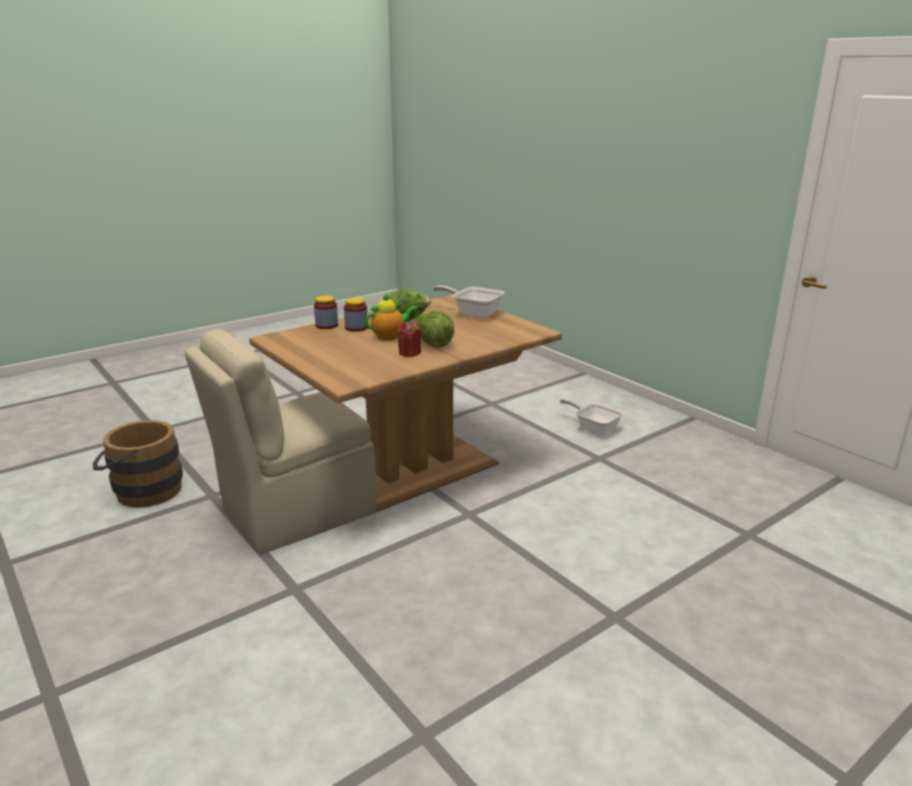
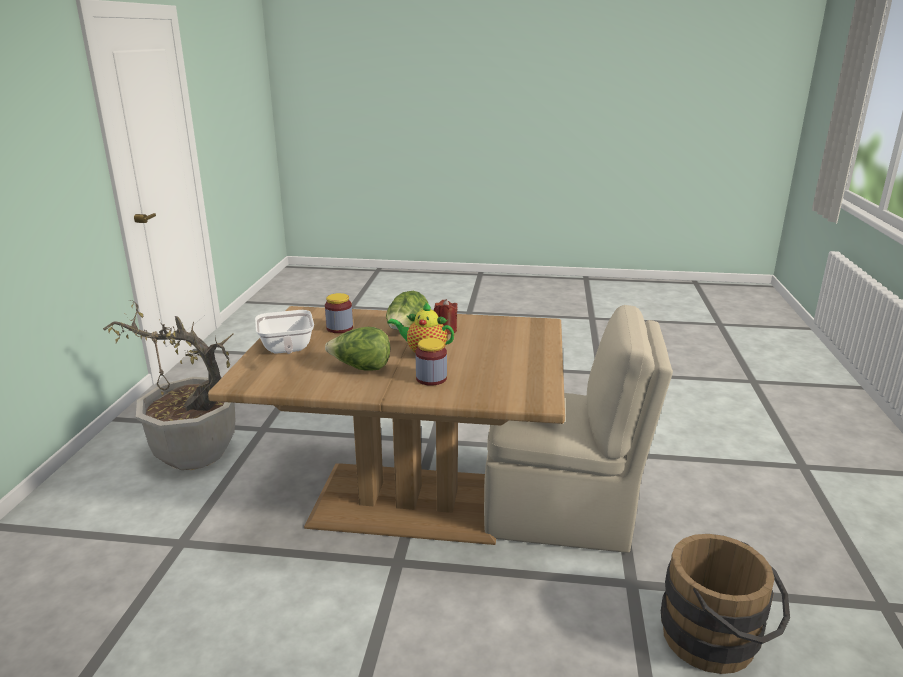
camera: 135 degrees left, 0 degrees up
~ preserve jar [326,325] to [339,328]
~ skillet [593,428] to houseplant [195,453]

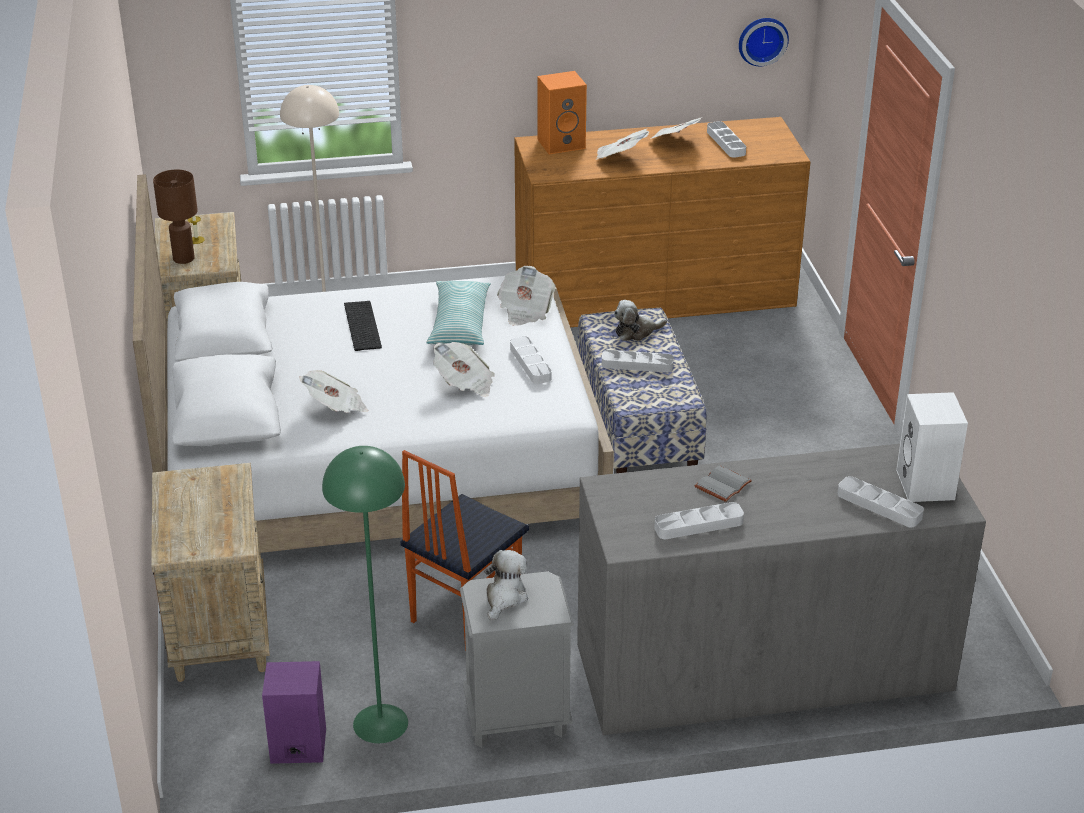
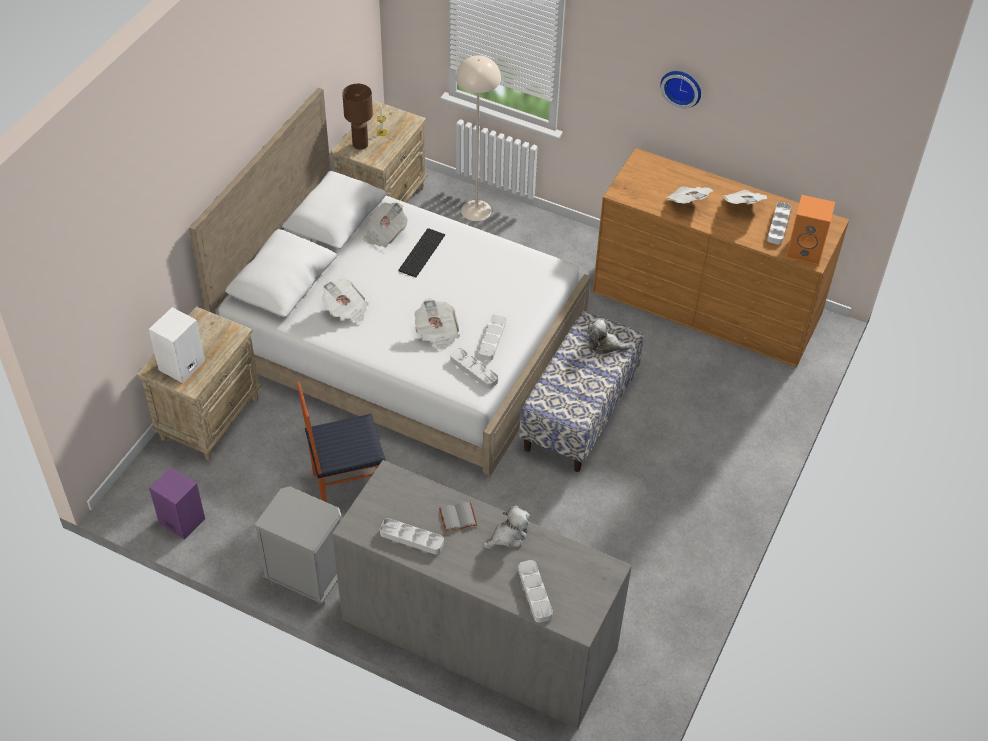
camera: 35 degrees right, 15 degrees up
- green-coloured standing lamp [381,723]
- pillow [459,324]
~ soft toy [505,597] to [508,536]
~ daily paper [525,310] to [384,233]
~ orange-coloured audio speaker [562,143] to [805,250]
~ grey serving tray [637,365] to [474,370]
~ hanging clock [762,40] to [682,87]
~ whitish audio speaker [927,486] to [181,366]

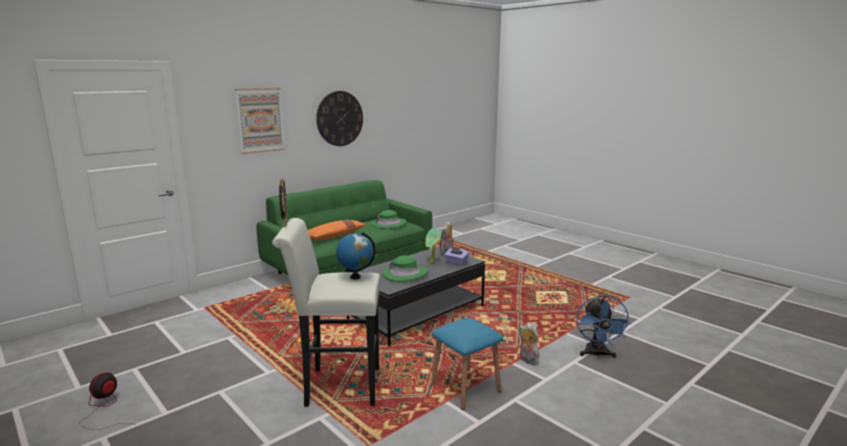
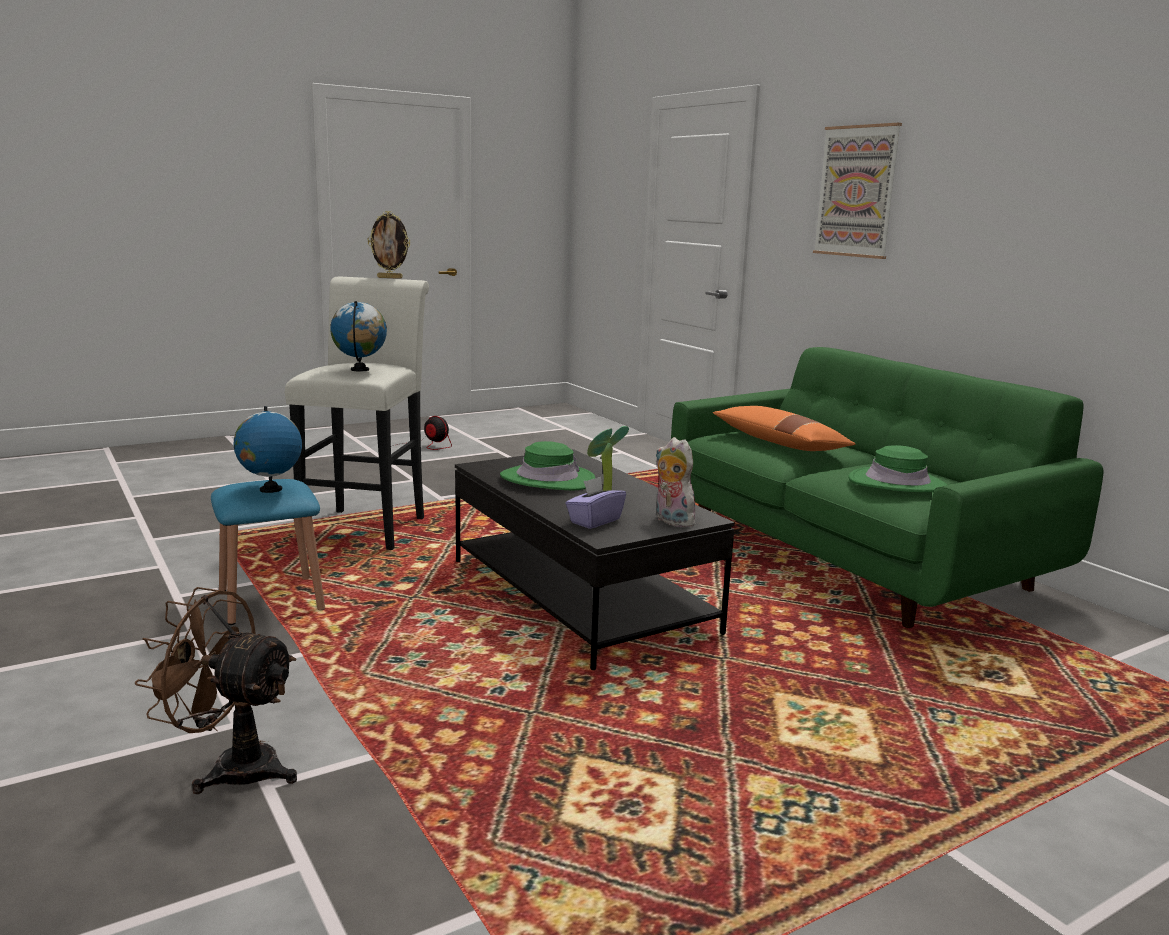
camera: 100 degrees right, 0 degrees up
- hanging clock [340,118]
- soft toy [527,360]
+ globe [270,490]
~ blue electric fan [597,354] to brownish electric fan [232,767]

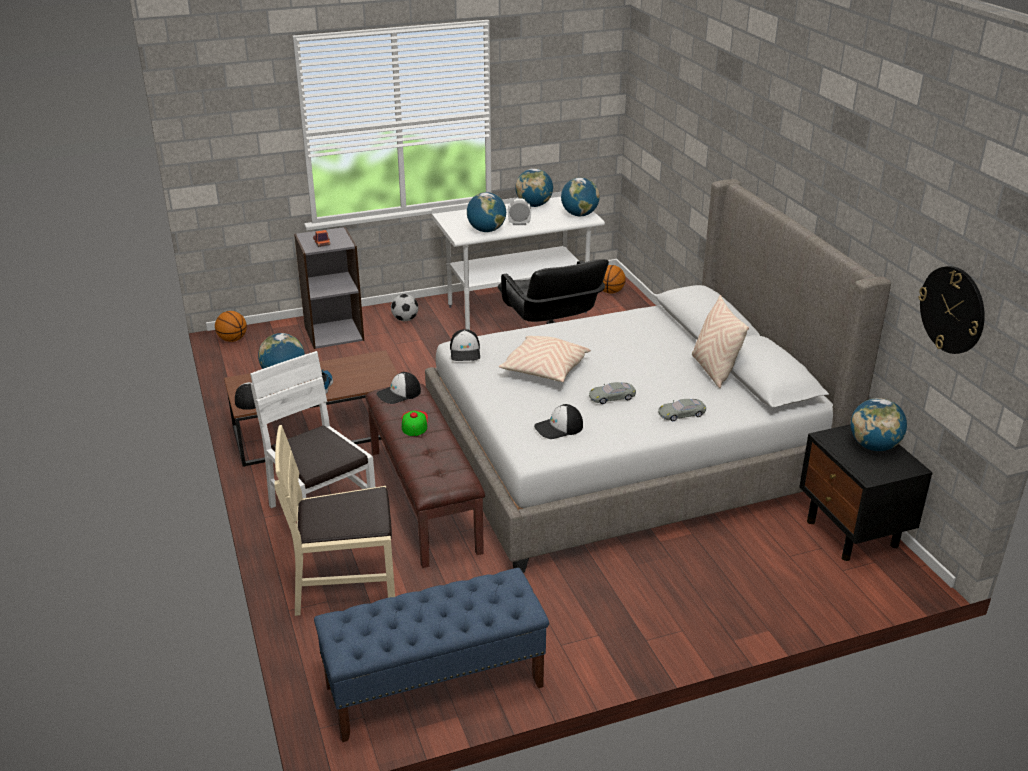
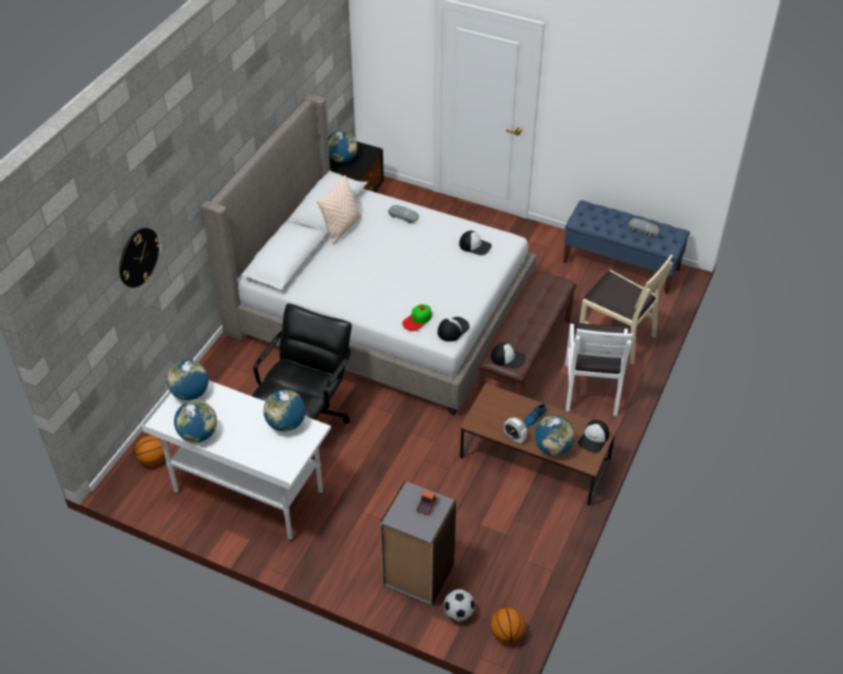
camera: 135 degrees left, 15 degrees up
- sand-coloured pillow [544,370]
~ football [405,319] to [458,613]
~ peaked cap [414,423] to [417,320]
~ bedside clock [519,223] to [514,438]
~ grey toy car [612,397] to [643,229]
~ hanging clock [952,309] to [138,257]

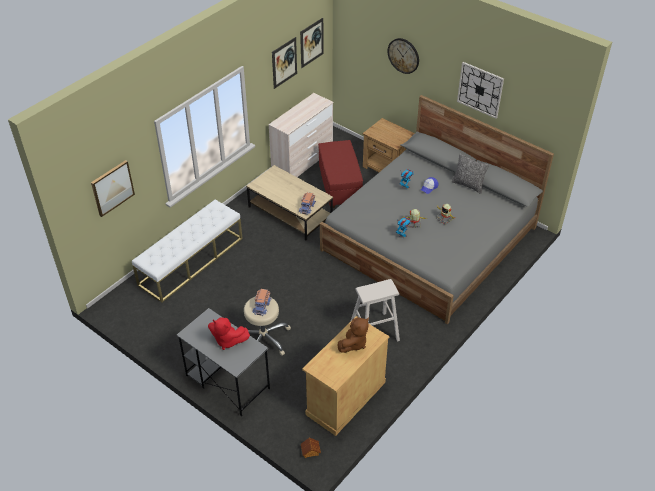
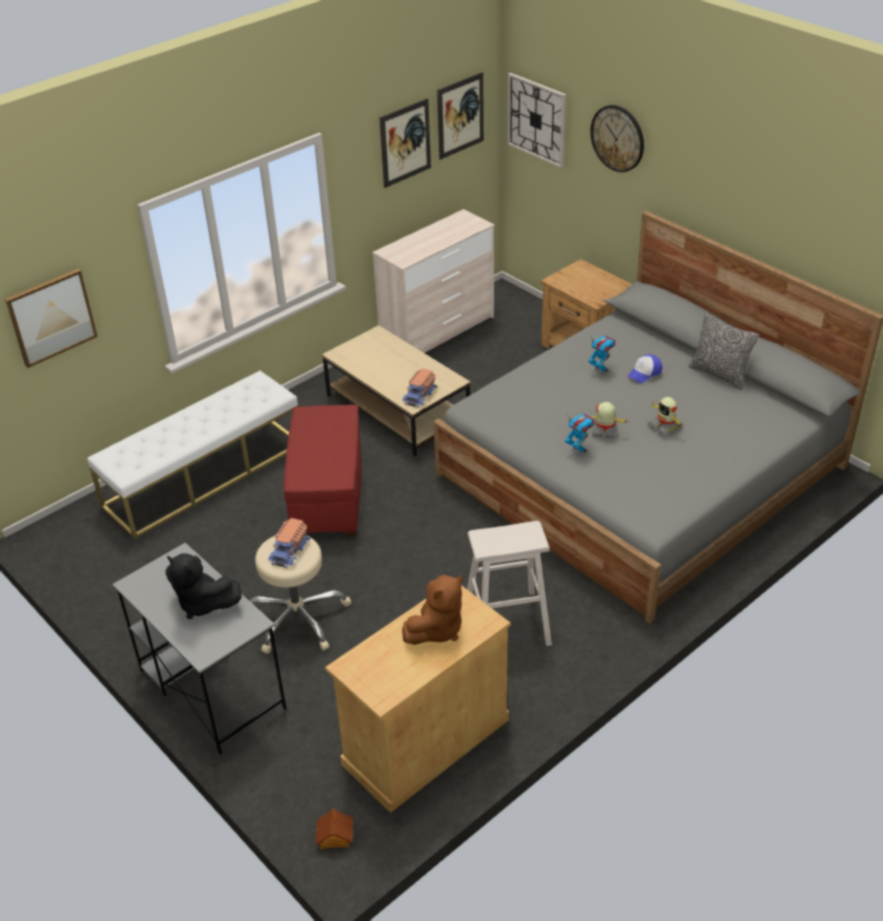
camera: 10 degrees right, 5 degrees down
~ red footrest [339,185] to [327,494]
~ hanging clock [480,89] to [536,119]
~ red soft toy [227,340] to black soft toy [202,603]

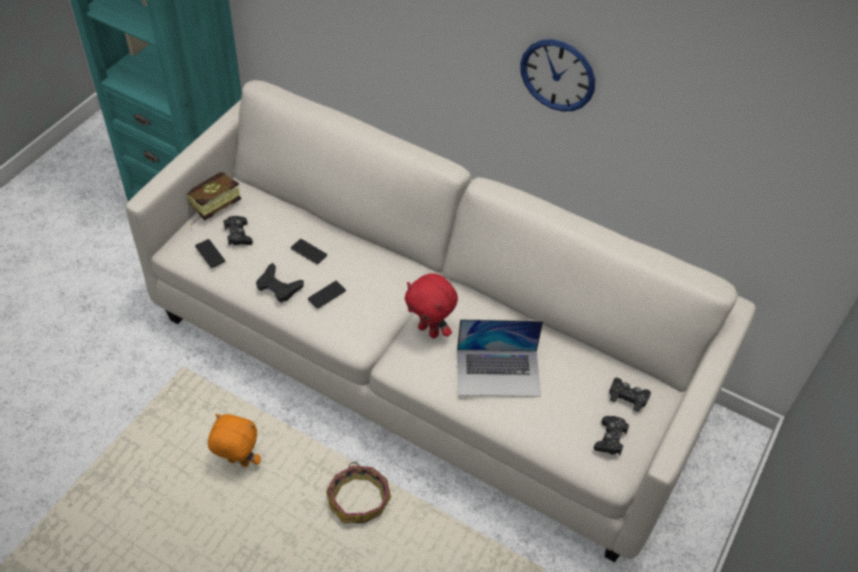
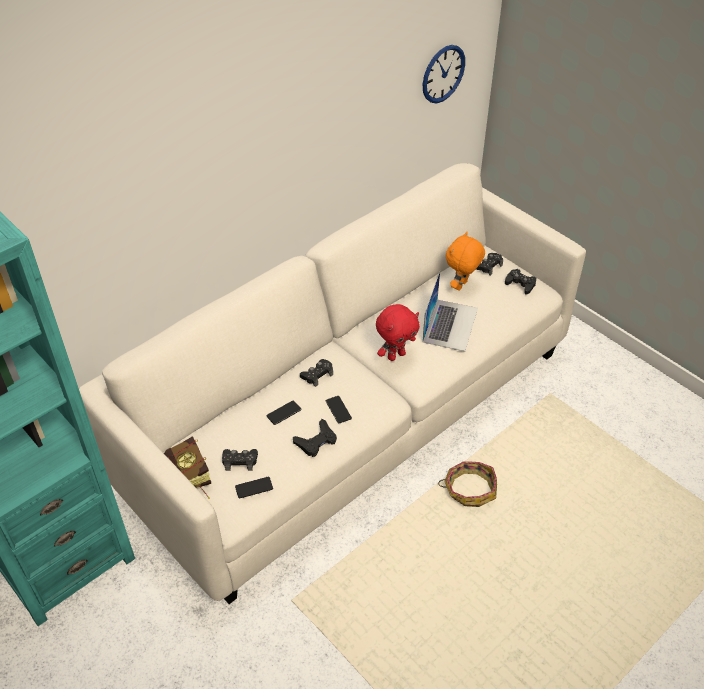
camera: 70 degrees left, 5 degrees down
+ black gamepad [317,375]
~ orange-coloured soft toy [238,463] to [461,286]
~ hanging clock [557,75] to [443,74]

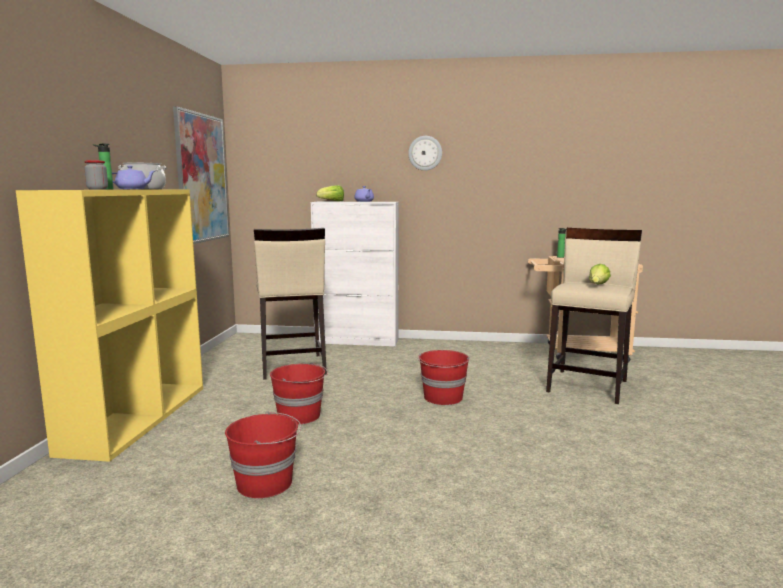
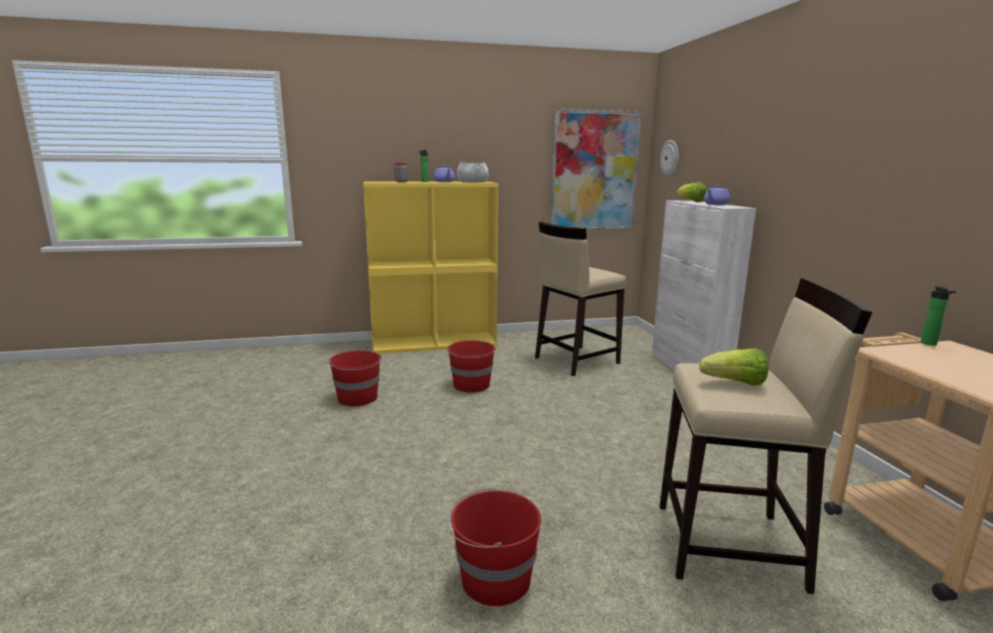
camera: 70 degrees right, 5 degrees up
~ hanging clock [425,153] to [670,158]
~ red water bucket [443,398] to [493,580]

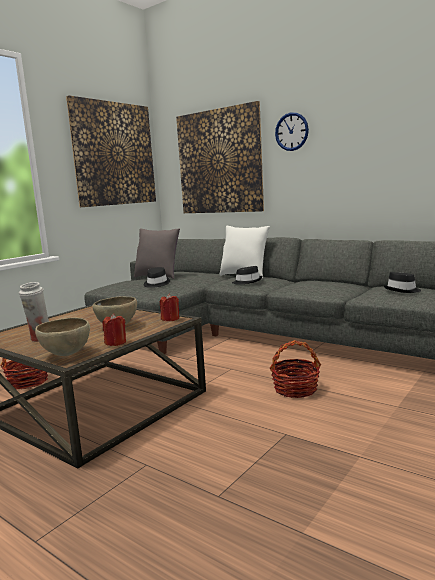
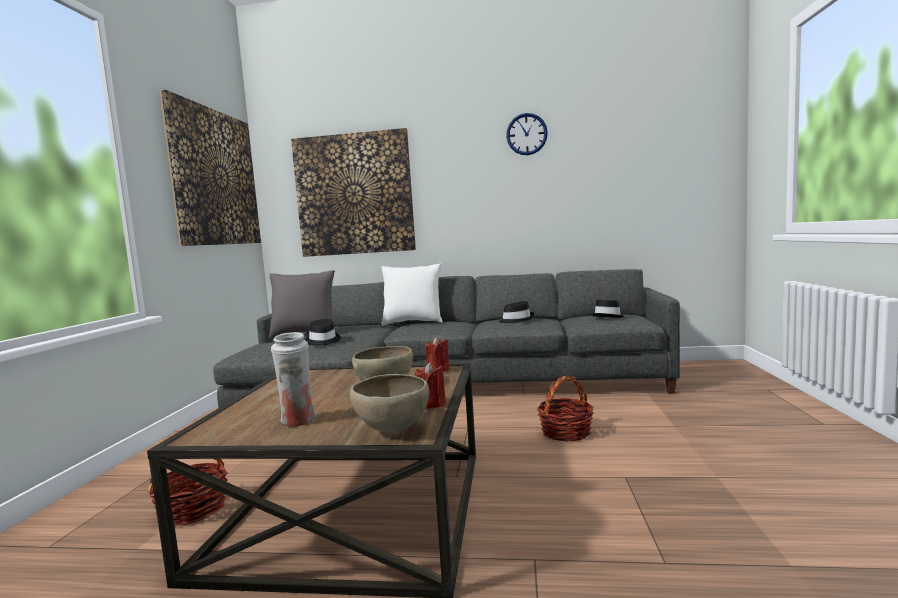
camera: 30 degrees left, 5 degrees down
~ black clothing hat [247,282] to [516,320]
~ hanging clock [291,131] to [526,134]

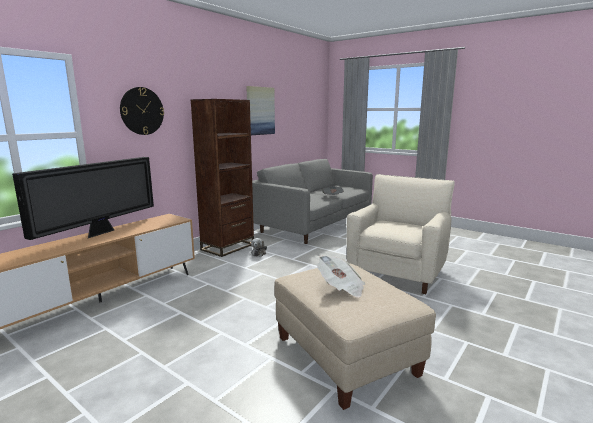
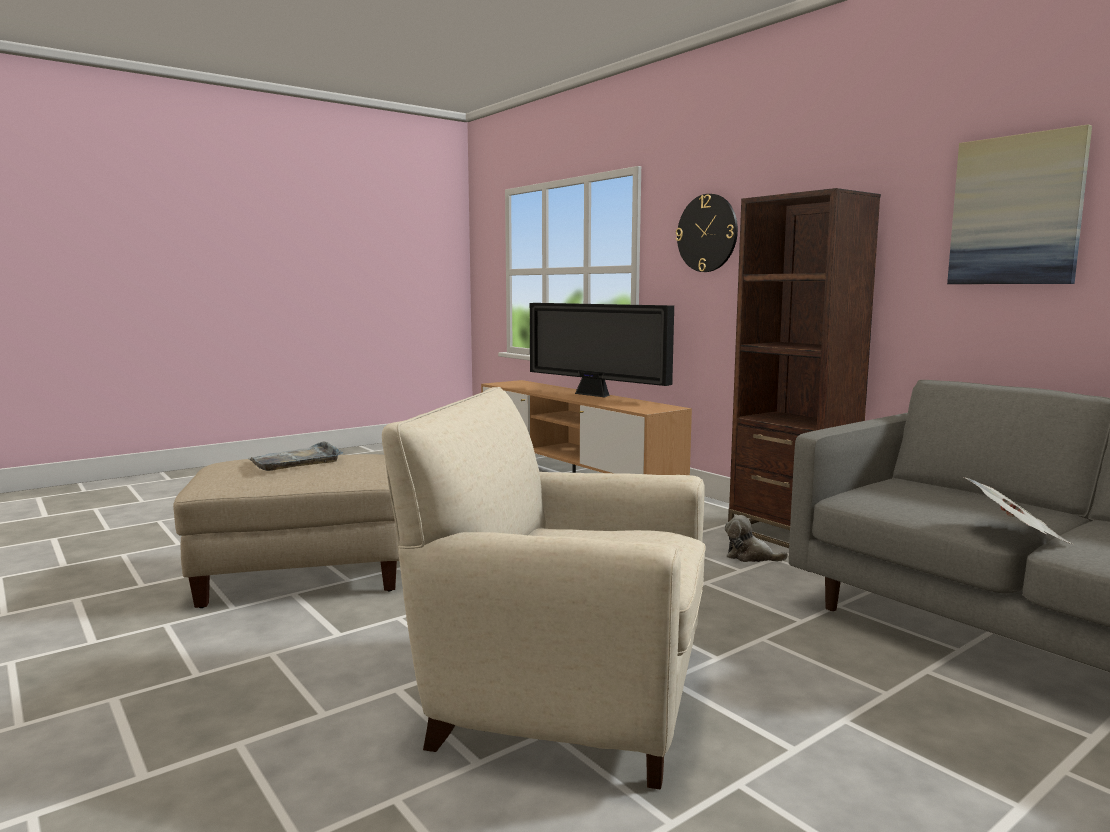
camera: 105 degrees right, 5 degrees down
~ daily paper [341,288] to grey serving tray [296,460]
~ sand-coloured easy chair [398,272] = [563,698] 150 degrees clockwise

